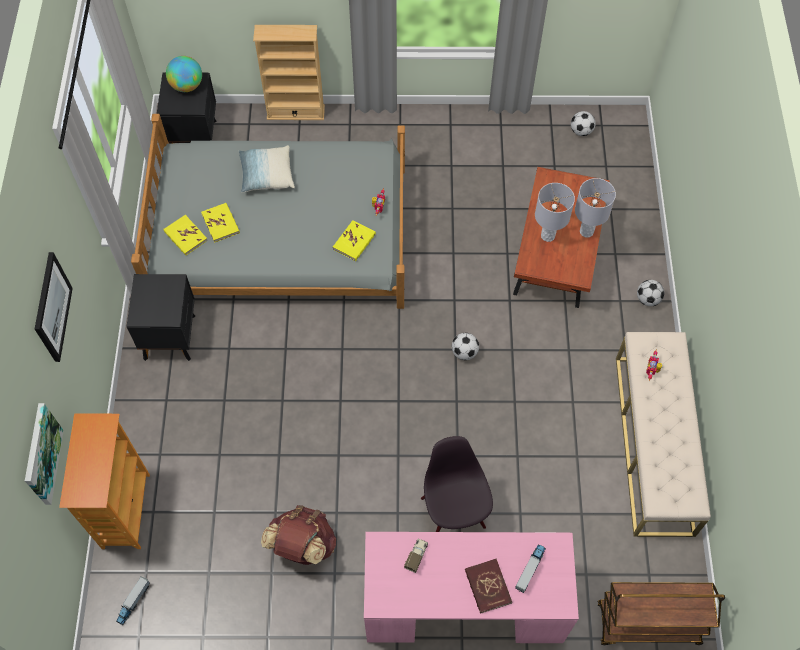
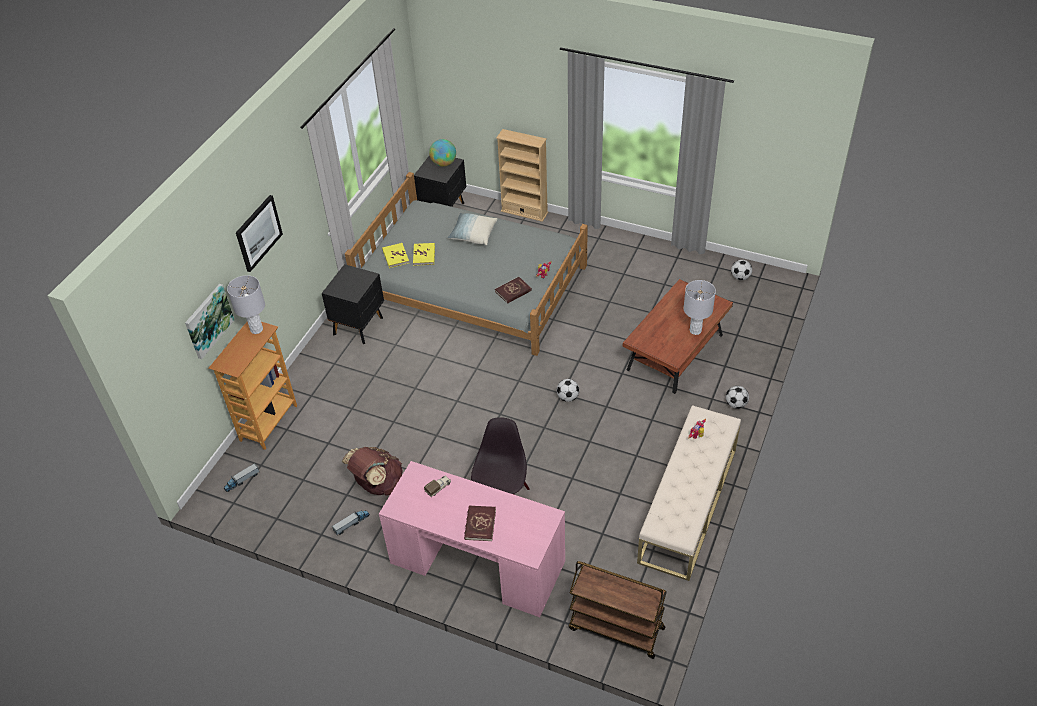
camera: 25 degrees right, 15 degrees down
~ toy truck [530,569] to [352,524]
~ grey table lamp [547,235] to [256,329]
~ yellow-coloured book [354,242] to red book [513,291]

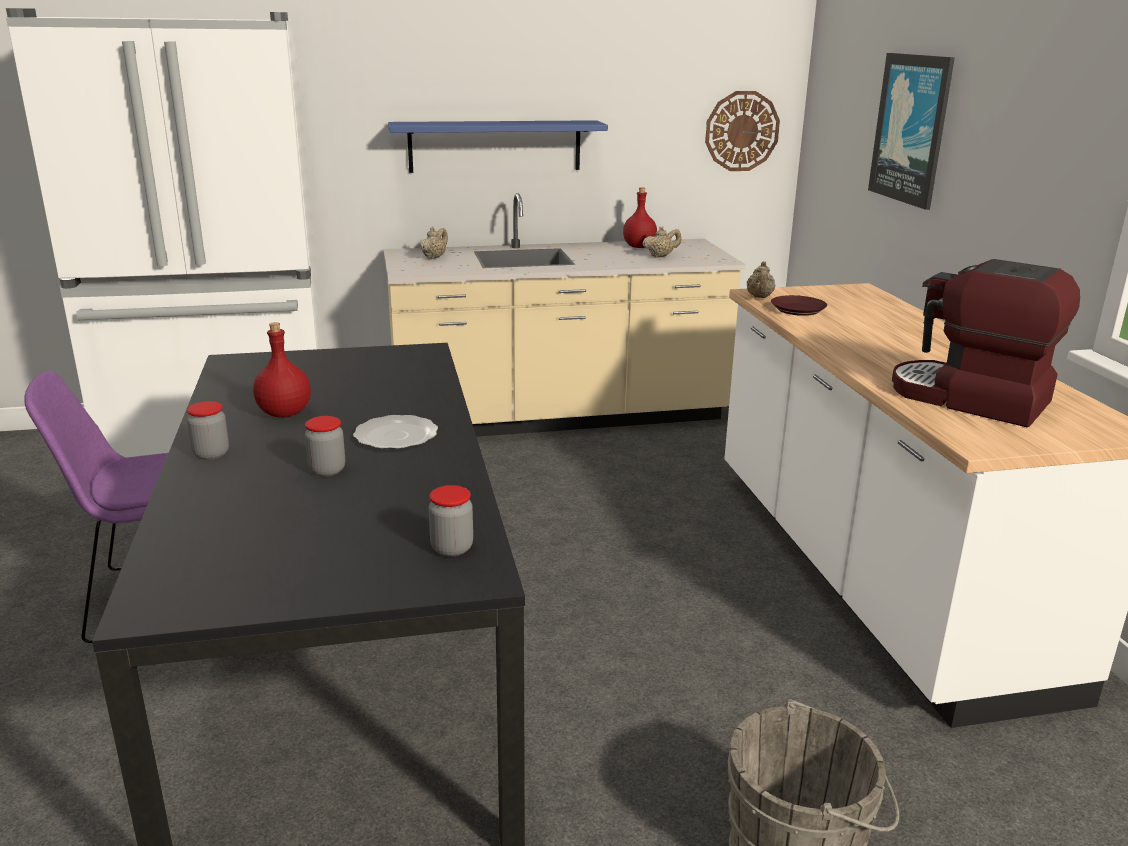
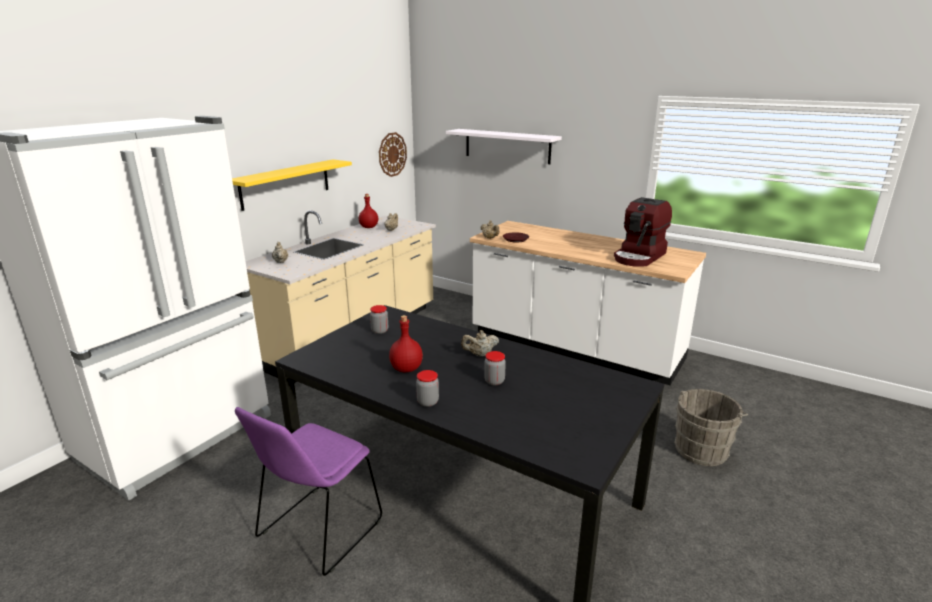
camera: 45 degrees left, 0 degrees up
~ preserve jar [452,548] to [379,331]
~ flat dish [395,436] to sand-coloured pot for tea [480,354]
~ wall picture [911,129] to whitish wall shelf [507,146]
~ blue wall shelf [495,146] to yellow-coloured wall shelf [285,184]
~ coffee maker [970,399] = [640,257] 45 degrees counterclockwise

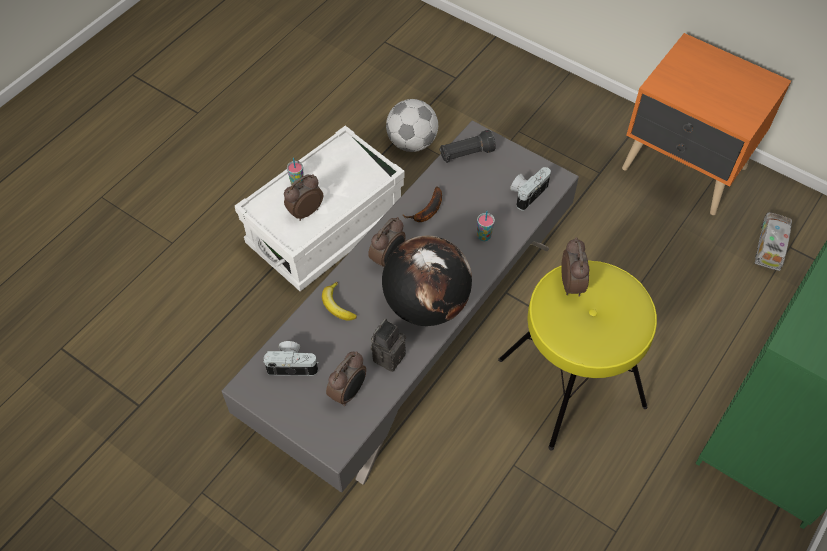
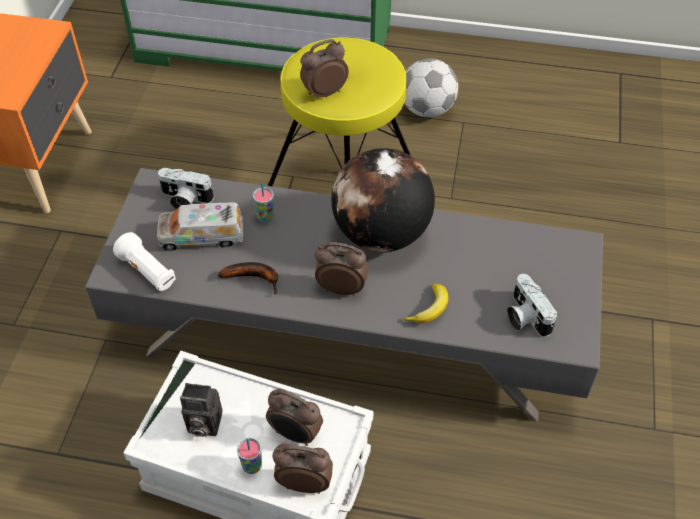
camera: 115 degrees left, 5 degrees down
~ bedside clock [349,392] to [304,482]
~ photo camera [388,355] to [202,424]
~ football [412,143] to [427,109]
~ toy truck [770,246] to [202,236]
~ black hand torch [466,154] to whitish hand torch [147,272]

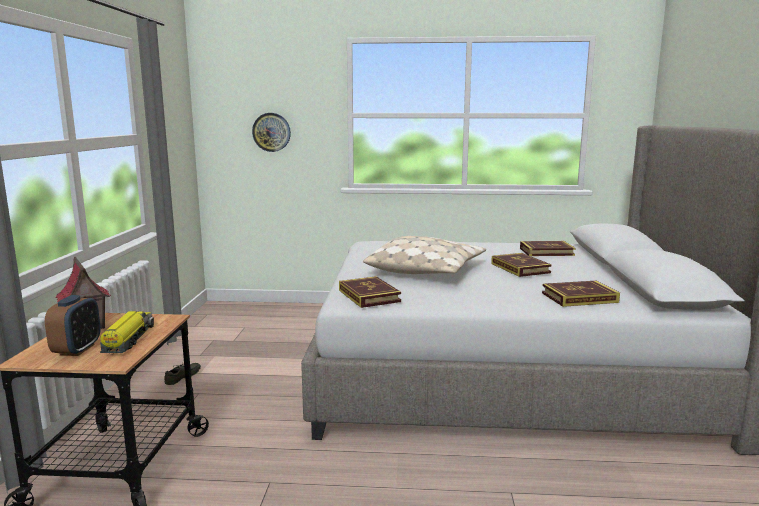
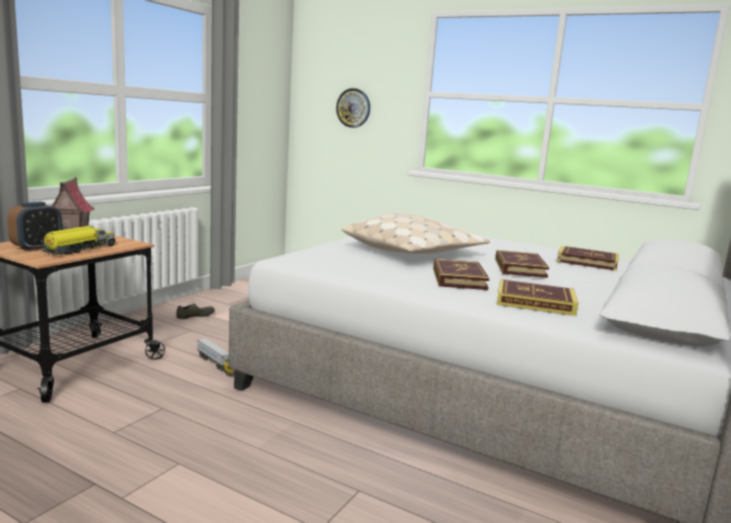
camera: 25 degrees right, 0 degrees up
+ toy truck [217,364]
~ book [369,296] to [459,278]

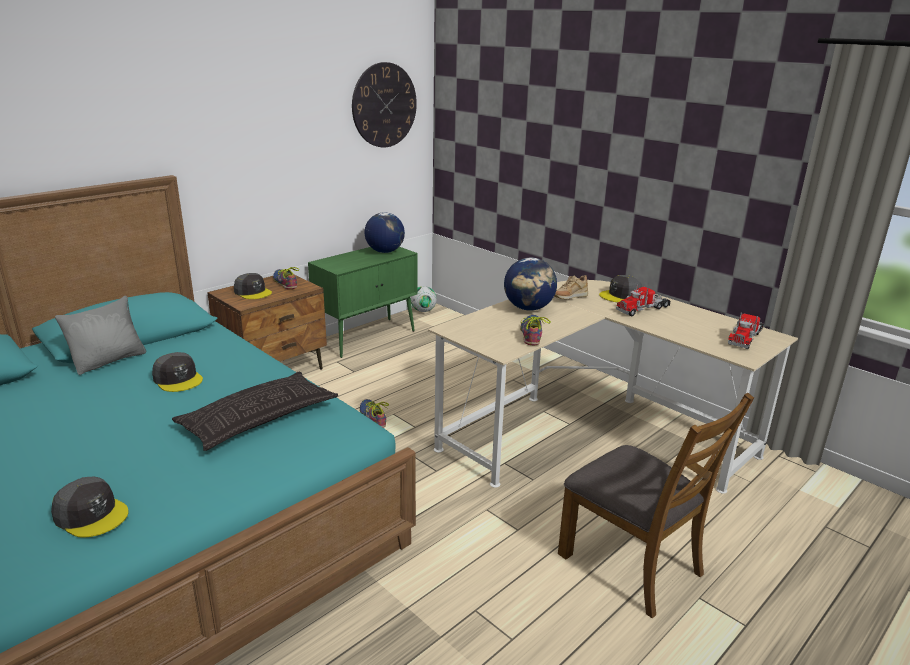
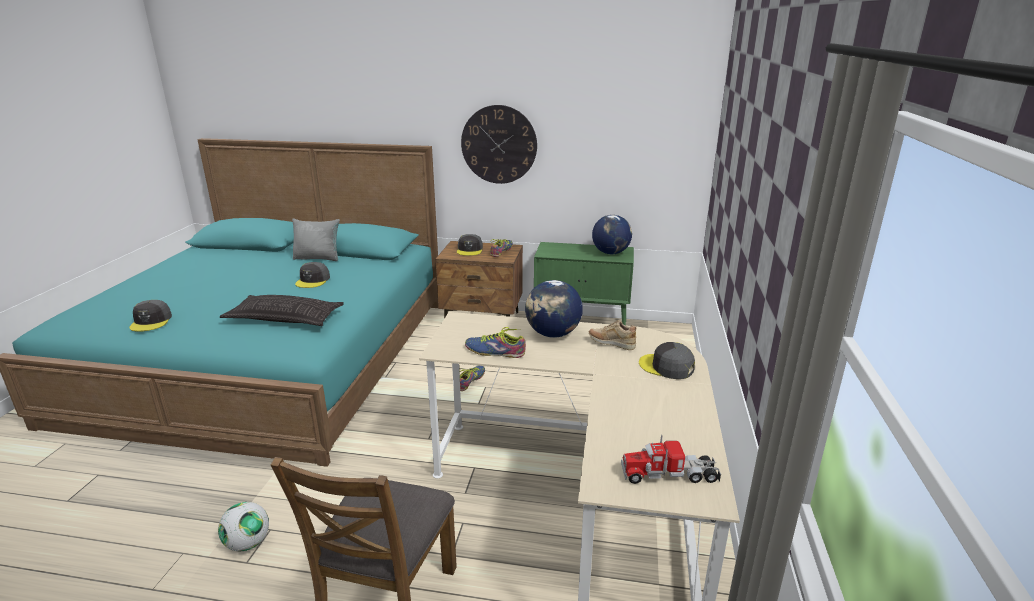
camera: 55 degrees right, 0 degrees up
- toy truck [643,309]
~ hanging clock [384,105] to [499,144]
~ football [423,311] to [248,543]
~ low shoe [531,334] = [495,352] 135 degrees counterclockwise

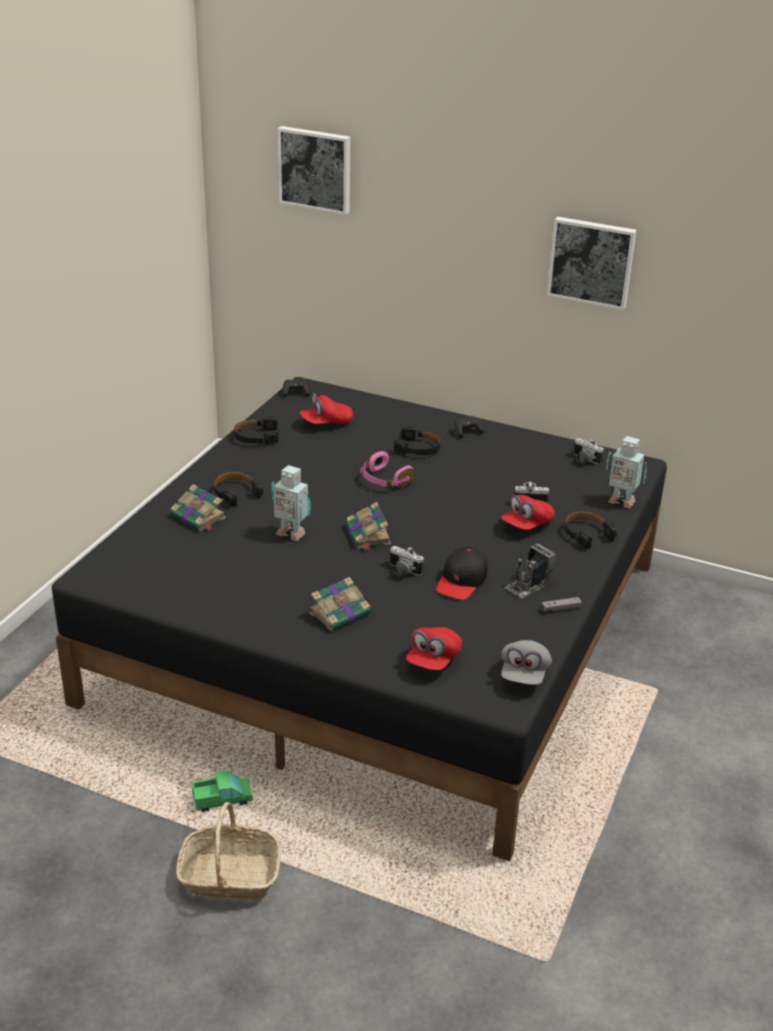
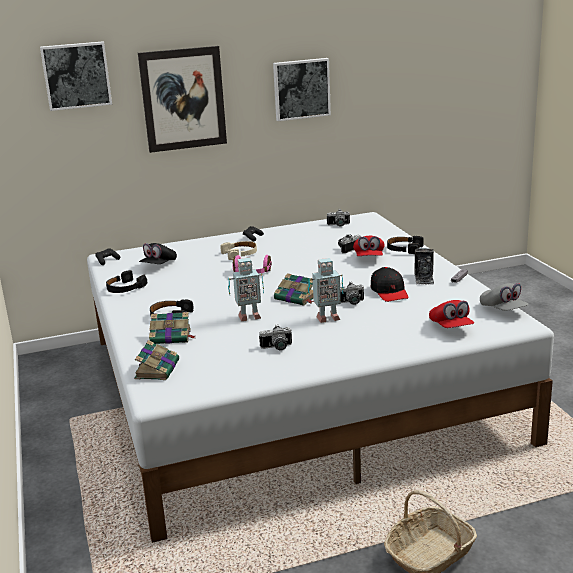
camera: 40 degrees left, 10 degrees down
- toy truck [222,799]
+ wall picture [183,99]
+ photo camera [277,348]
~ book [341,613] to [157,369]
~ toy robot [621,500] to [326,318]
~ black bedroom bed [383,631] to whitish bedroom bed [293,387]
~ red peaked cap [326,423] to black peaked cap [158,265]
~ black pair of headphones [418,448] to sand-coloured pair of headphones [240,254]

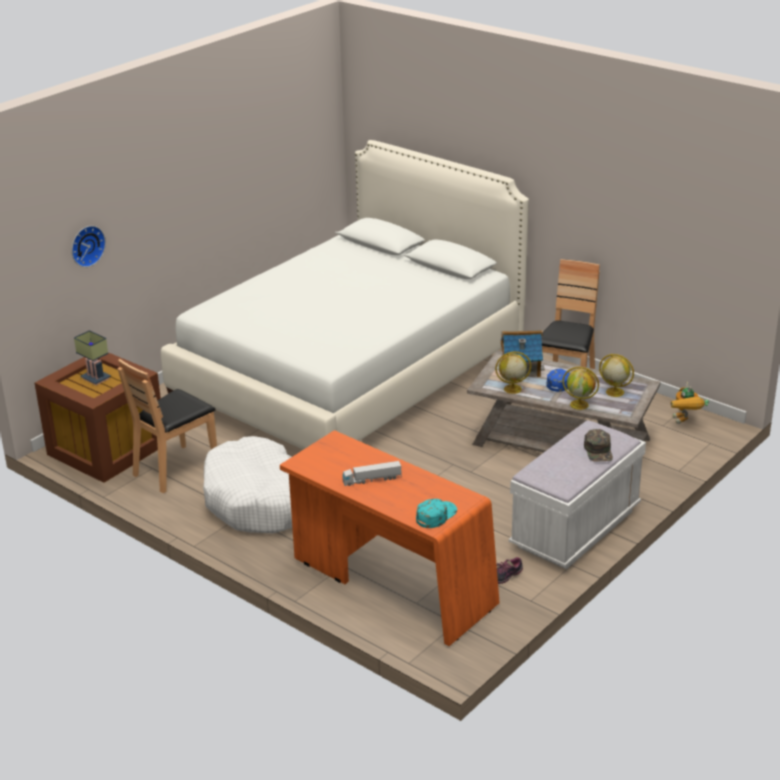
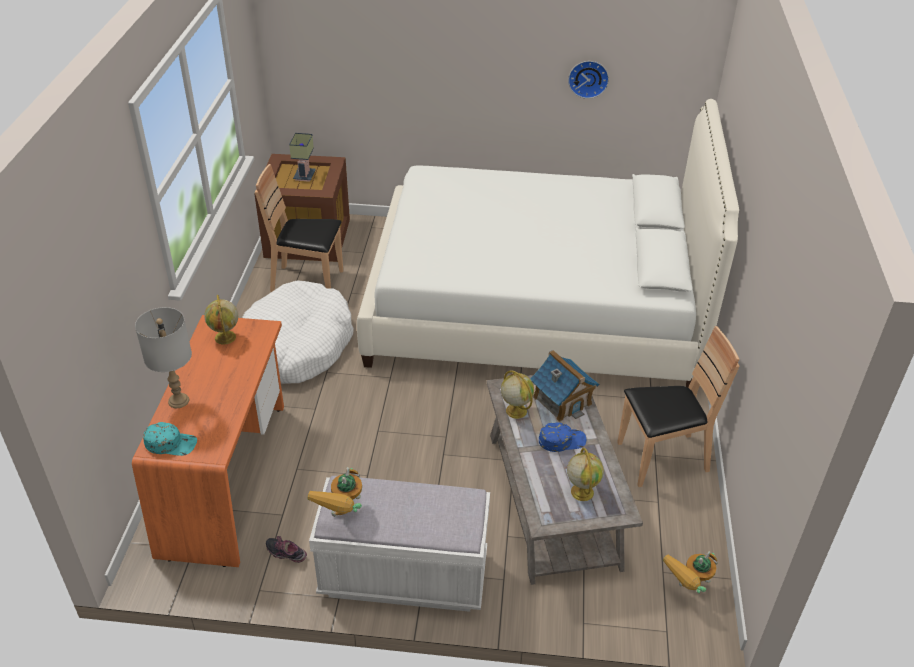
camera: 55 degrees right, 10 degrees up
- toy truck [372,479]
- green-coloured peaked cap [598,450]
+ grey table lamp [178,401]
+ toy robot [343,517]
~ hanging clock [86,245] to [588,78]
~ globe [580,405] to [225,338]

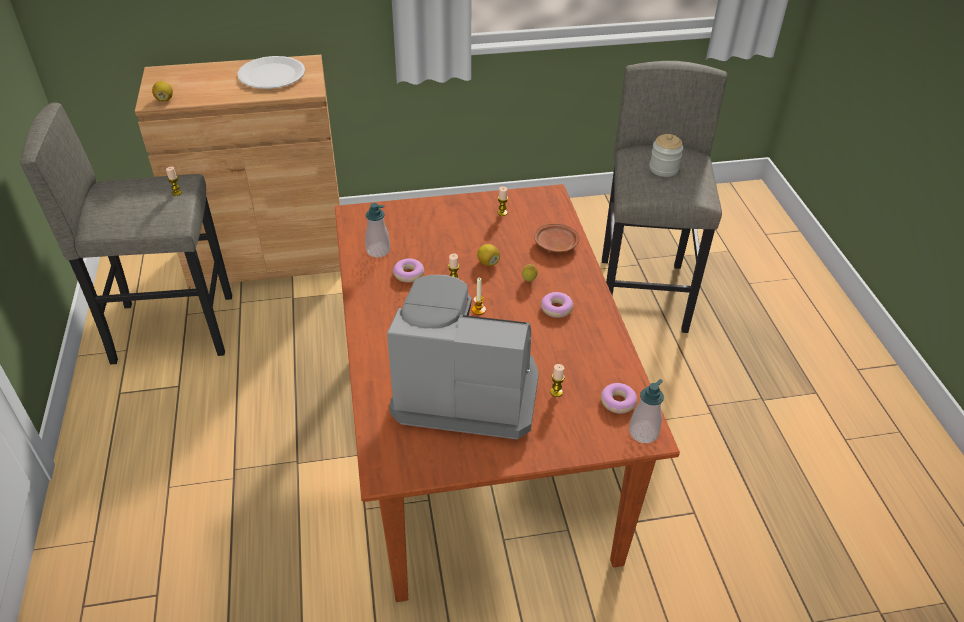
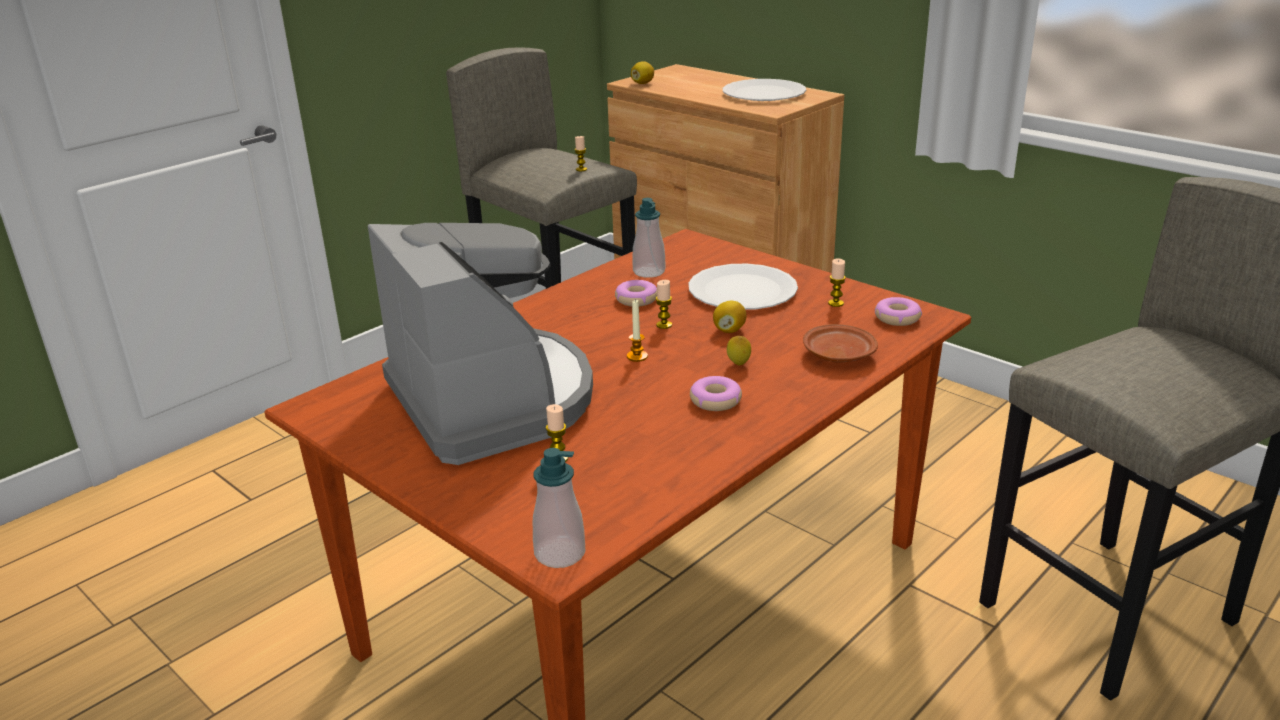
camera: 55 degrees right, 15 degrees down
- preserve jar [663,169]
+ whitish flat dish [742,290]
~ doughnut [618,402] to [897,318]

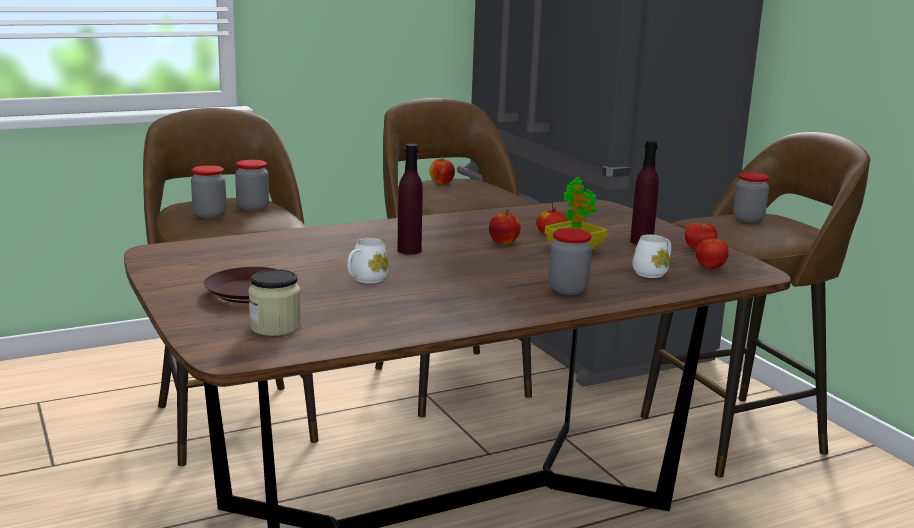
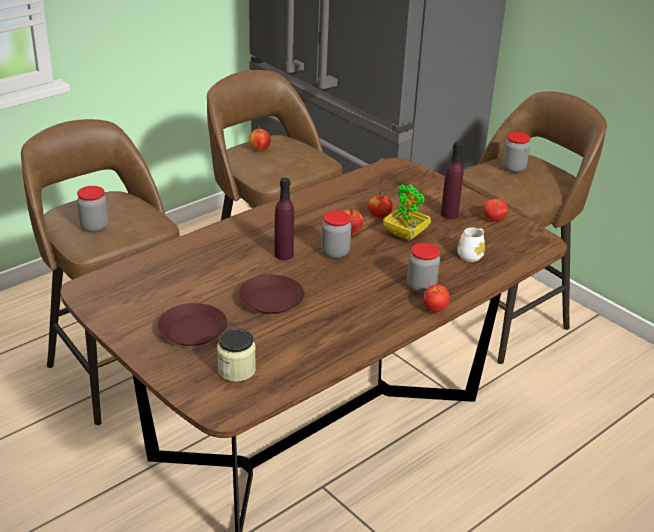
camera: 15 degrees left, 15 degrees up
~ preserve jar [253,207] to [335,252]
~ whole tomato [710,268] to [435,309]
~ whitish tea mug [366,280] to brownish flat dish [271,299]

